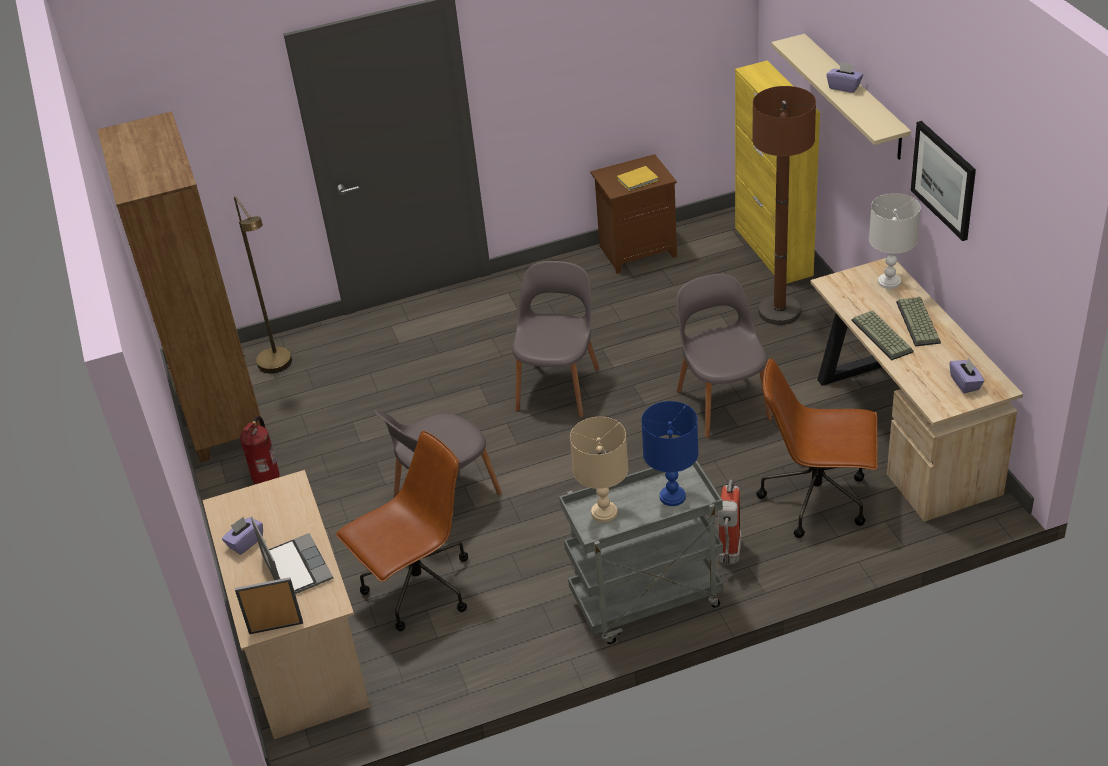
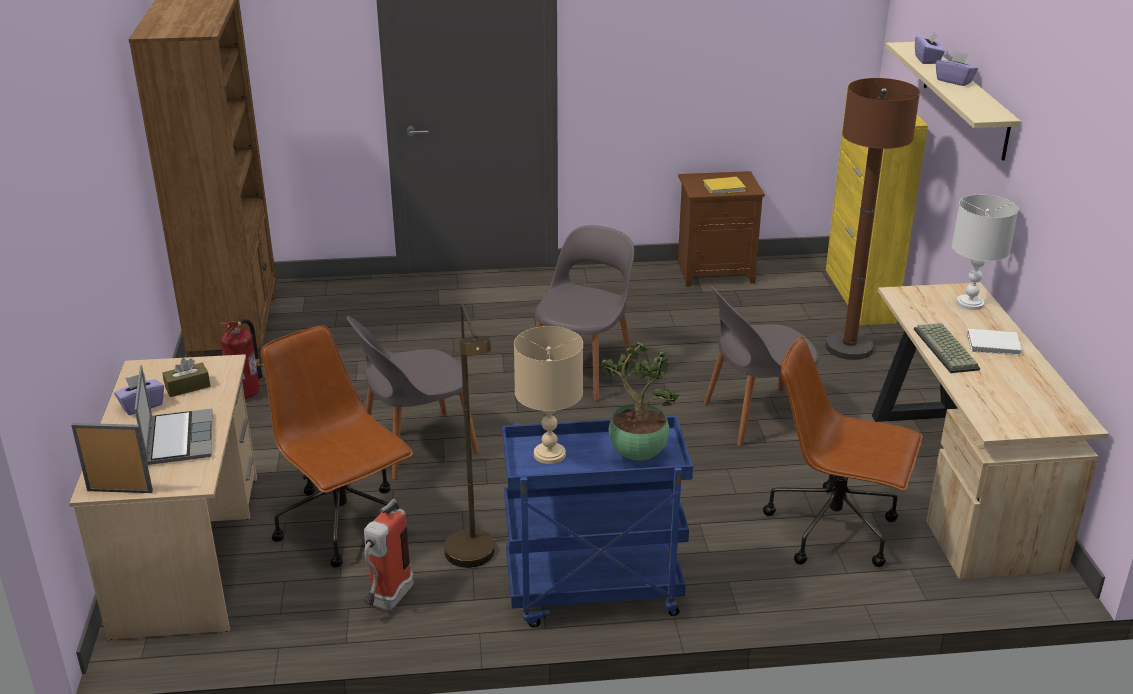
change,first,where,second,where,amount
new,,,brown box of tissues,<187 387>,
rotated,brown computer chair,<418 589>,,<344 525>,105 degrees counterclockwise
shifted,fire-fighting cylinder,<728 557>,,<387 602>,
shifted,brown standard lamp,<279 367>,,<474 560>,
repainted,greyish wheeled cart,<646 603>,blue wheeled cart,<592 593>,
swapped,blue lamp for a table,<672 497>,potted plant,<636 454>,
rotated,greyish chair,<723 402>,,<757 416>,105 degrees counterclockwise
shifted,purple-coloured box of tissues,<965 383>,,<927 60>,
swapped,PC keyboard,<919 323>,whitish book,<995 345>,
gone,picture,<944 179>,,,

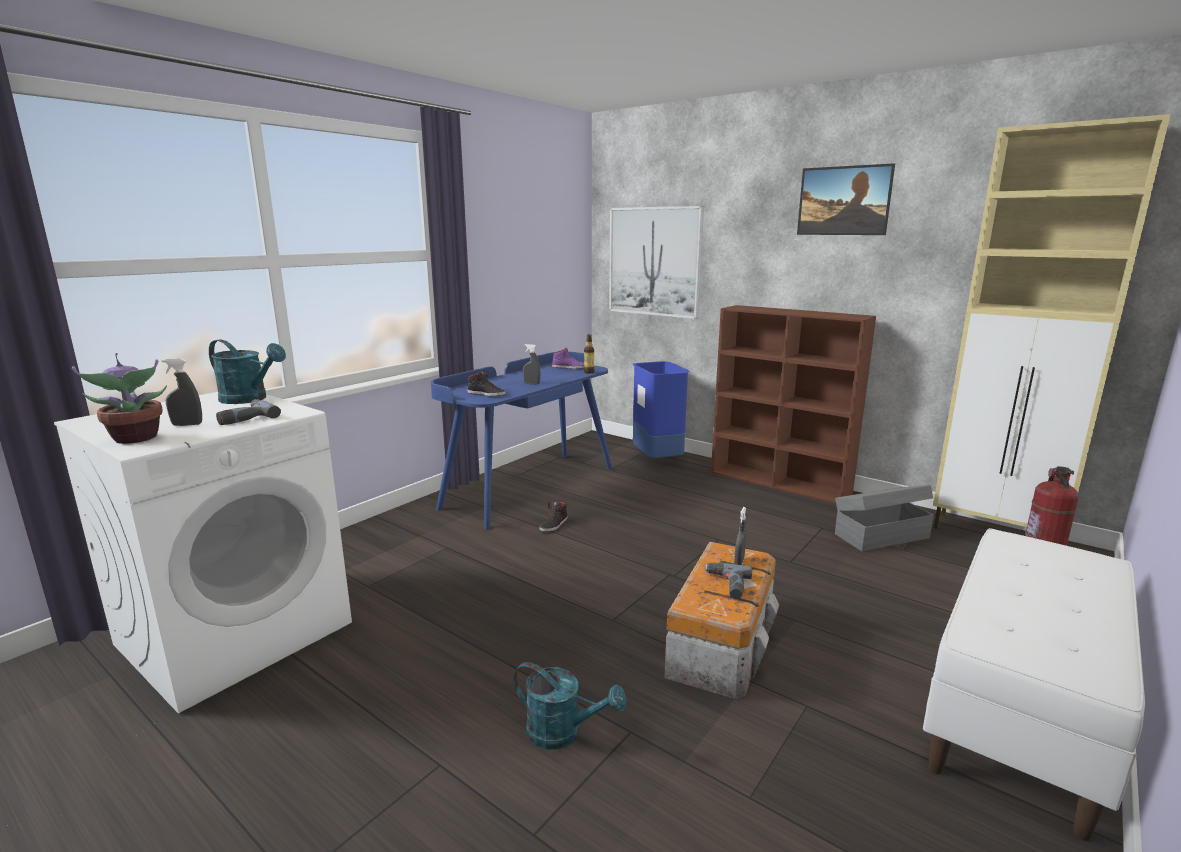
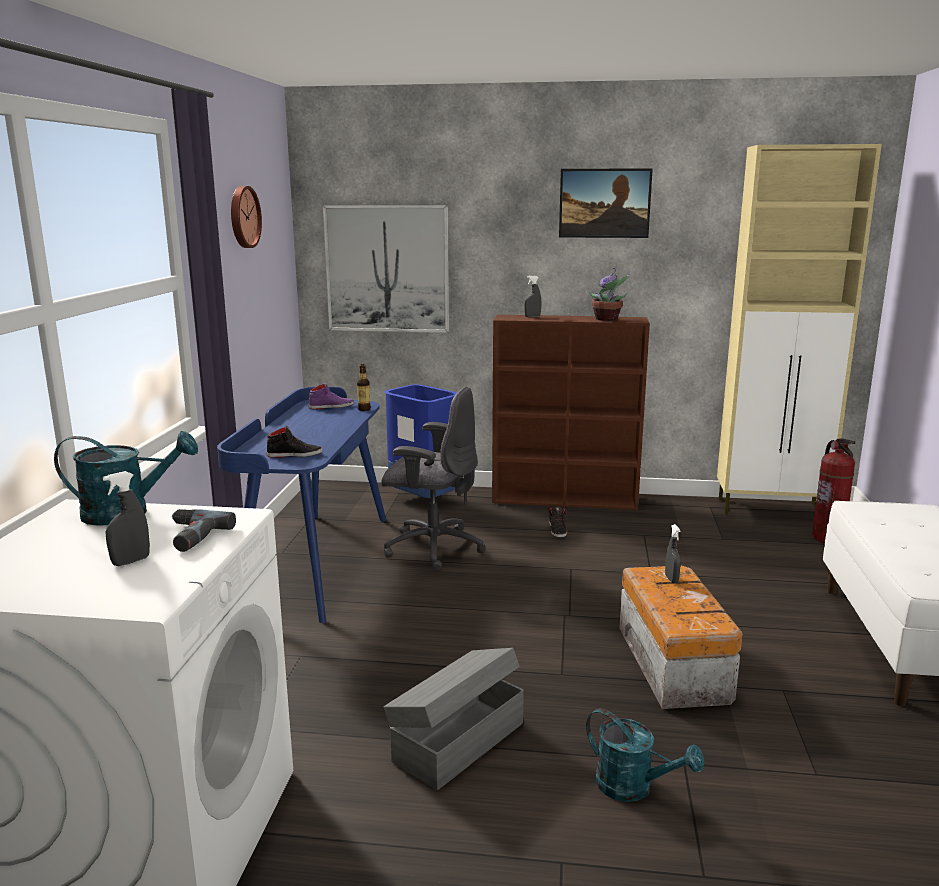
change,first,where,second,where,amount
new,,,wall clock,<243 217>,
new,,,greyish computer chair,<432 548>,
shifted,greyish storage bin,<880 536>,,<456 742>,
shifted,greyish spray bottle,<531 383>,,<532 317>,
shifted,blackish item of footwear,<554 525>,,<557 530>,
rotated,blue-green watering pot,<563 733>,,<634 787>,45 degrees clockwise
shifted,potted plant,<135 439>,,<607 319>,
gone,power drill,<726 585>,,,

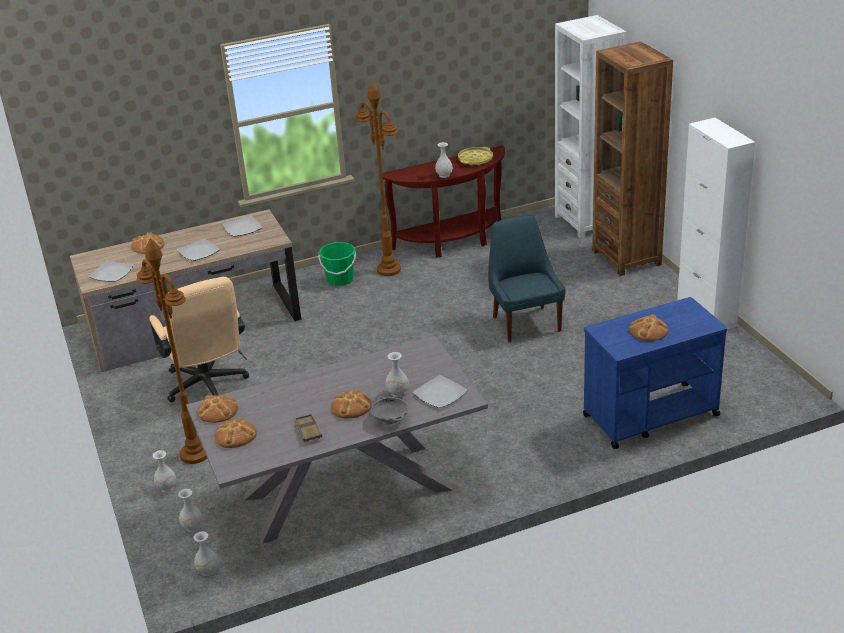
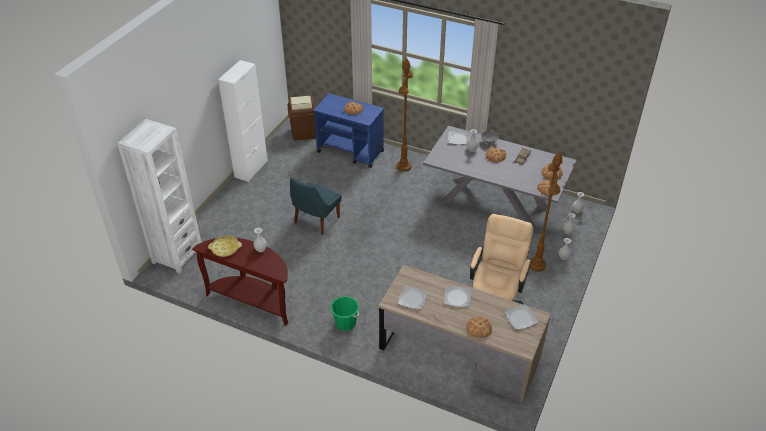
change,first,where,second,where,amount
new,,,brown waste bin,<304 133>,
shifted,brown standard lamp,<388 270>,,<404 166>,
gone,brown bookcase,<626 258>,,,

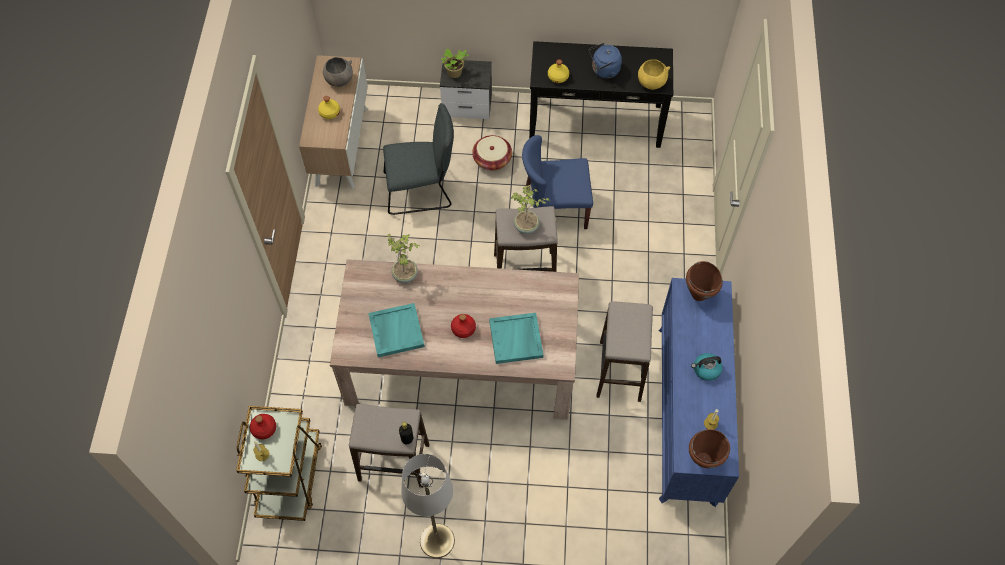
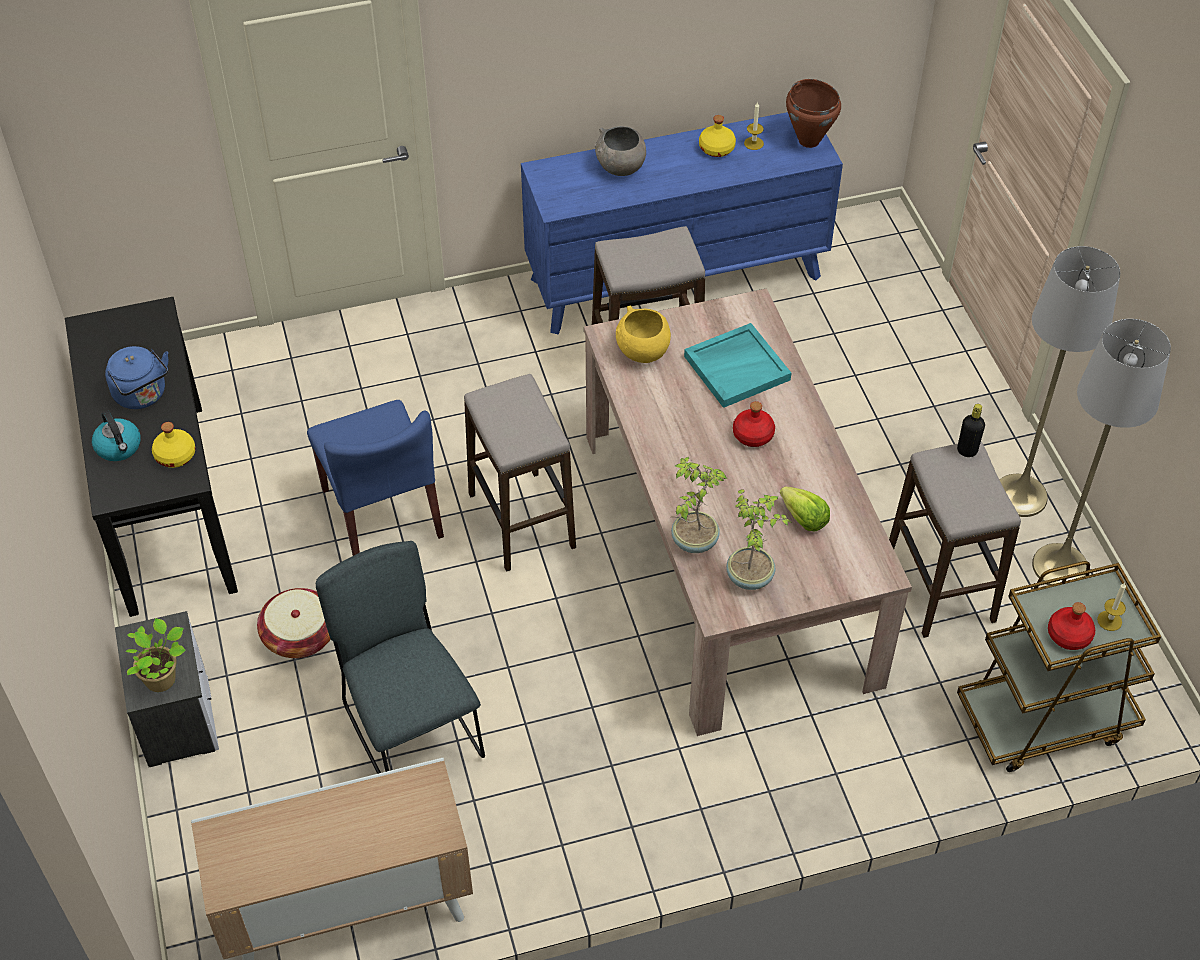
change,first,where,second,where,amount
shifted,water kettle,<706 370>,,<119 447>,
shifted,greyish bowl,<339 80>,,<620 168>,
shifted,yellow-coloured bowl,<651 83>,,<642 352>,
shifted,yellow-coloured drink bottle,<329 112>,,<716 148>,
shifted,potted plant,<526 227>,,<750 576>,
swapped,blue-green tray,<396 331>,lettuce,<803 519>,
new,,,greyish standard lamp,<1060 566>,
gone,brown cooking pot,<699 294>,,,

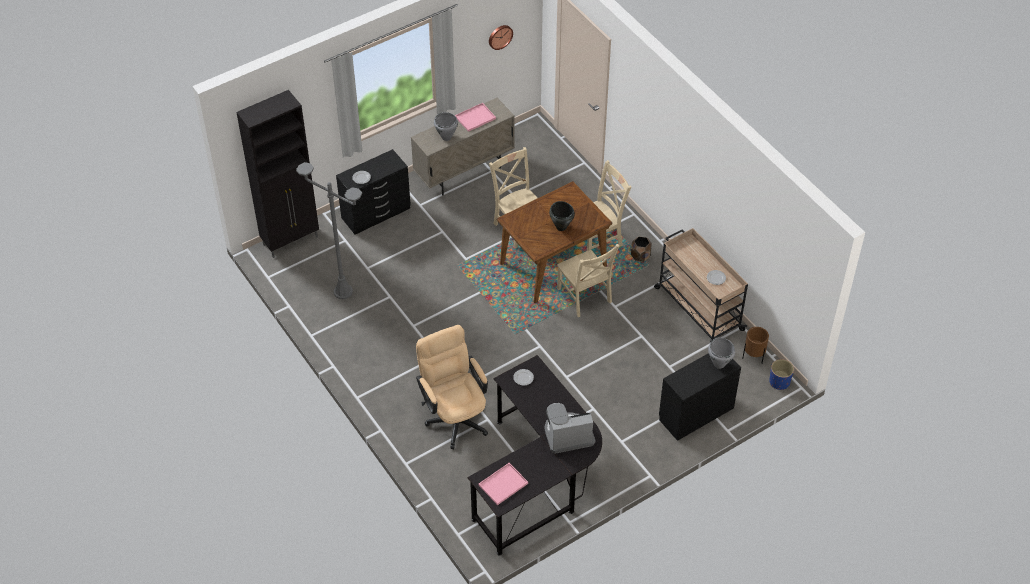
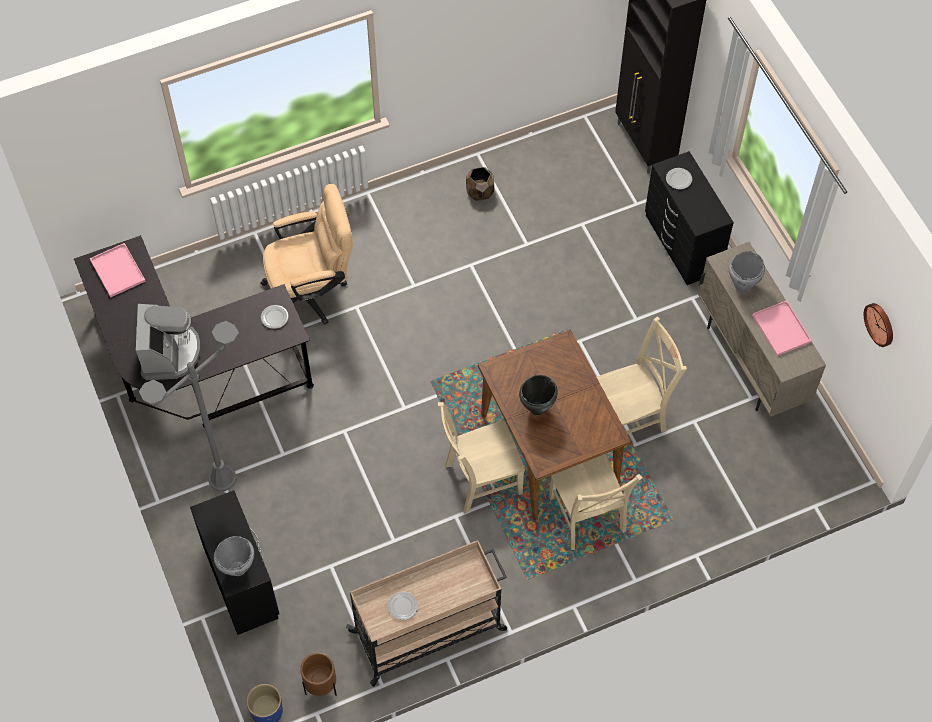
change,first,where,second,where,amount
shifted,greyish standard lamp,<343 291>,,<222 478>,
shifted,brown flower pot,<640 256>,,<479 192>,

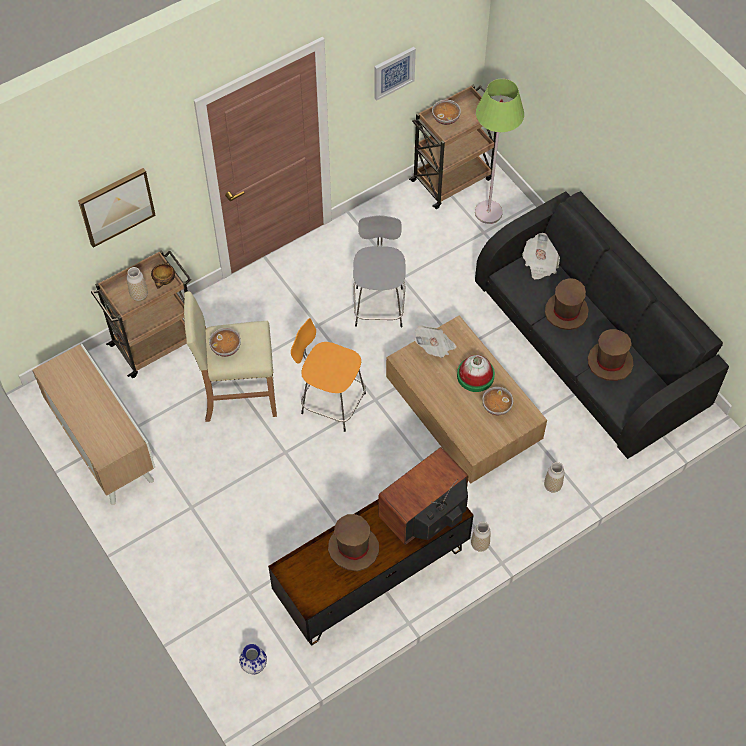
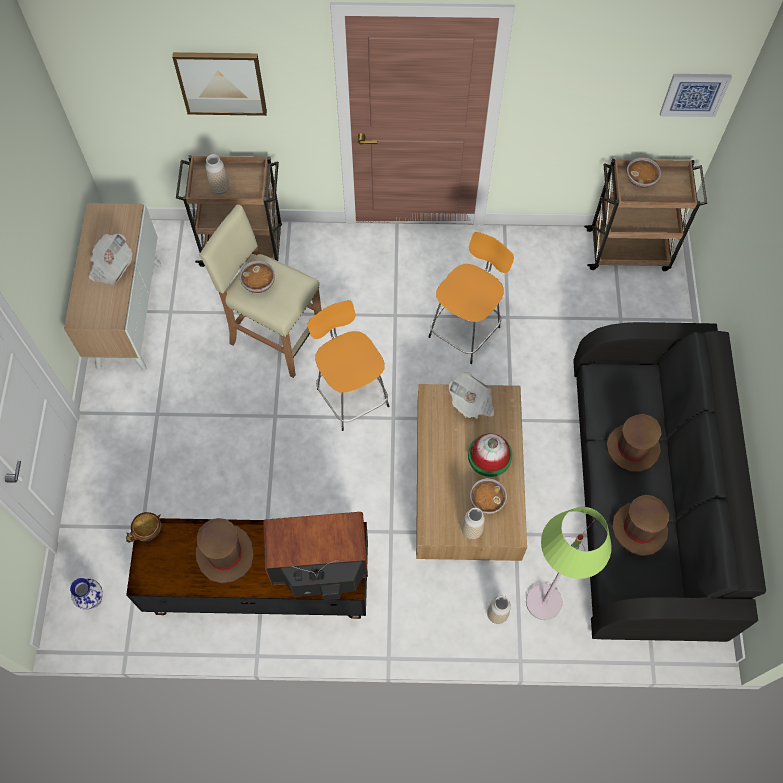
change,first,where,second,where,amount
shifted,newspaper,<540 263>,,<111 267>,
shifted,bowl,<164 282>,,<148 532>,
repainted,greyish stool seat,<379 305>,orangey stool seat,<466 330>,
shifted,flower vase,<480 544>,,<471 530>,
shifted,green standard lamp,<488 212>,,<544 602>,
shifted,picture,<393 72>,,<694 94>,

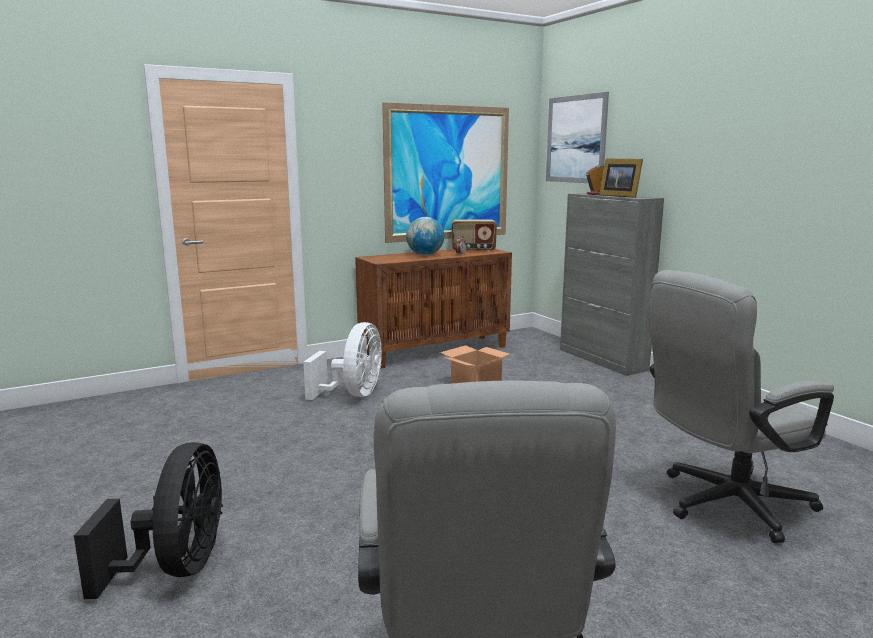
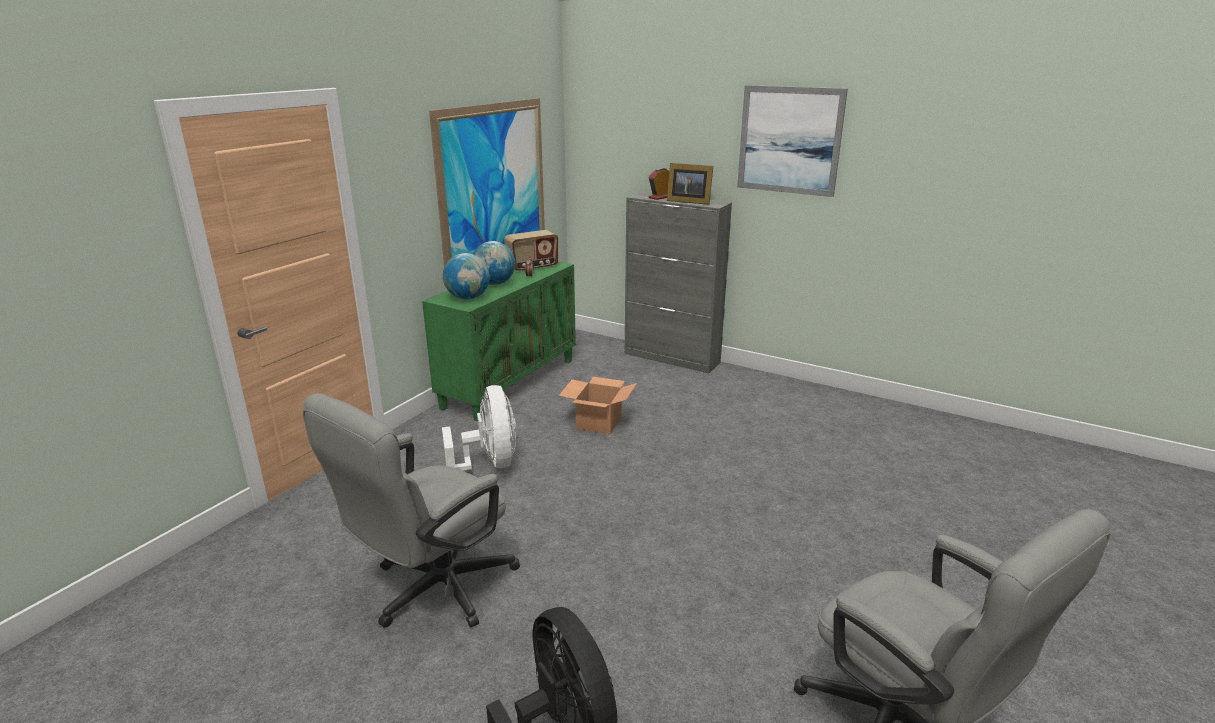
change,first,where,second,where,amount
shifted,greyish computer chair,<723 505>,,<432 591>,
repainted,brown cupboard,<435 351>,green cupboard,<510 383>,
new,,,globe,<468 298>,
shifted,picture,<576 139>,,<789 140>,

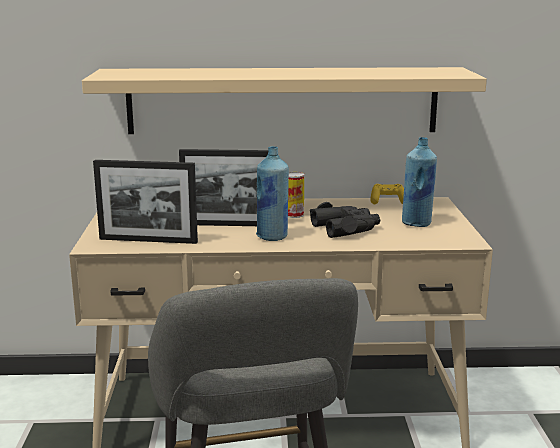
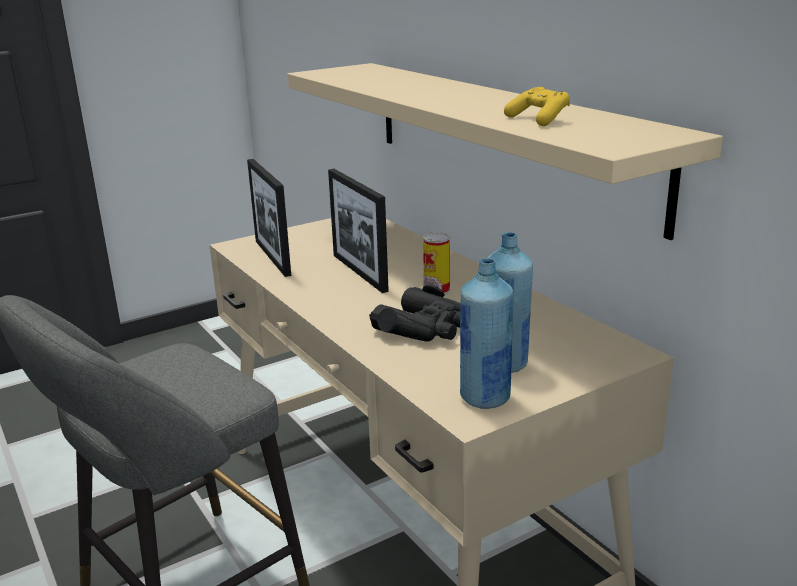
change,first,where,second,where,amount
shifted,blue drink bottle,<272 237>,,<485 398>,
shifted,yellow-coloured gamepad,<388 201>,,<538 119>,

